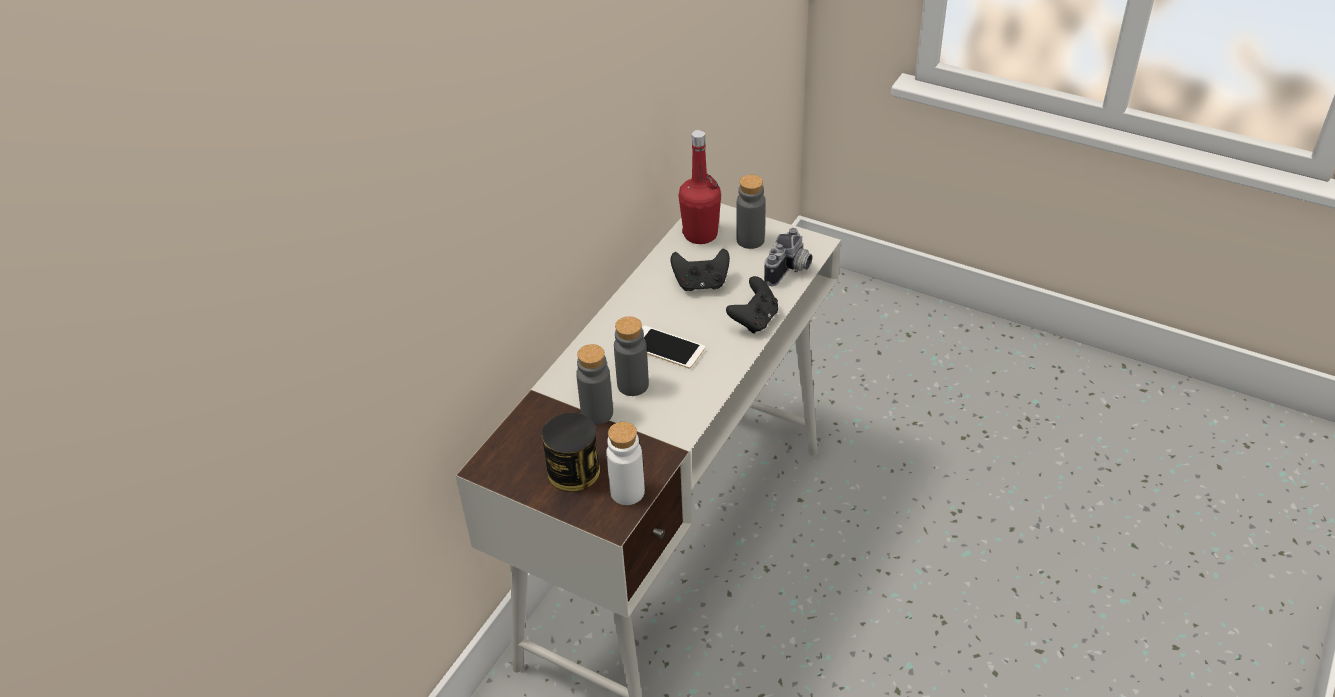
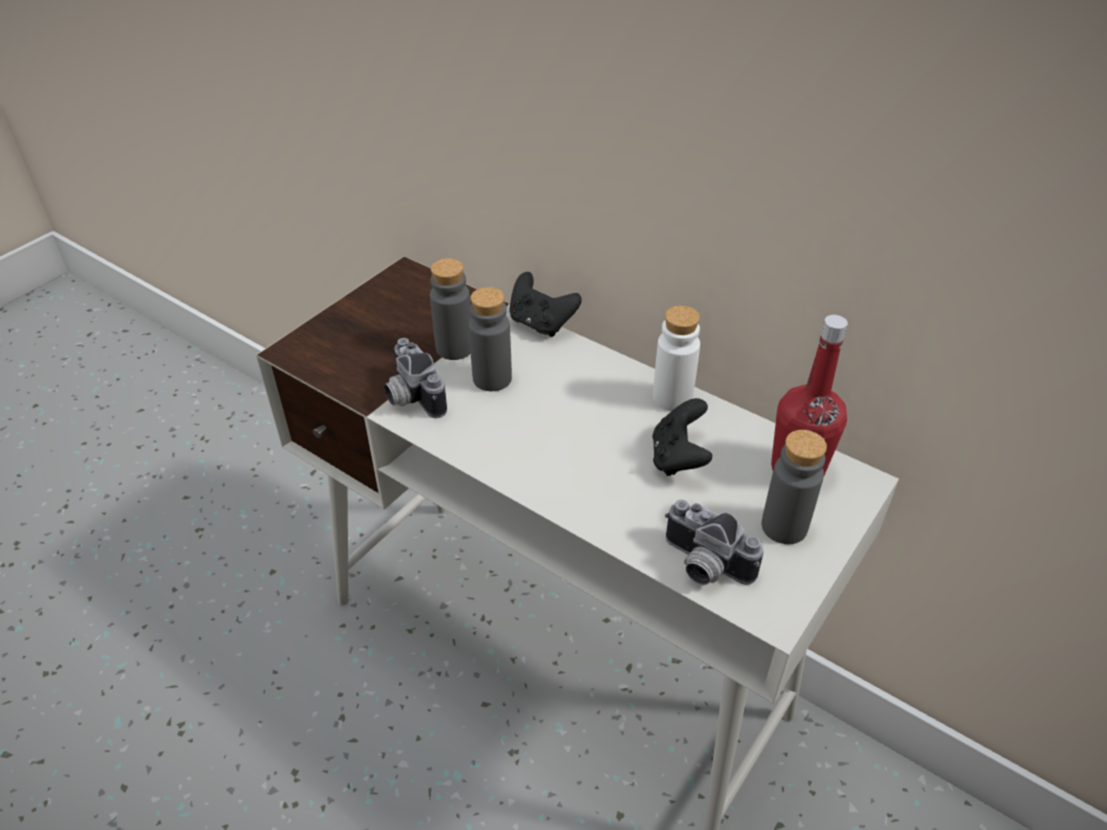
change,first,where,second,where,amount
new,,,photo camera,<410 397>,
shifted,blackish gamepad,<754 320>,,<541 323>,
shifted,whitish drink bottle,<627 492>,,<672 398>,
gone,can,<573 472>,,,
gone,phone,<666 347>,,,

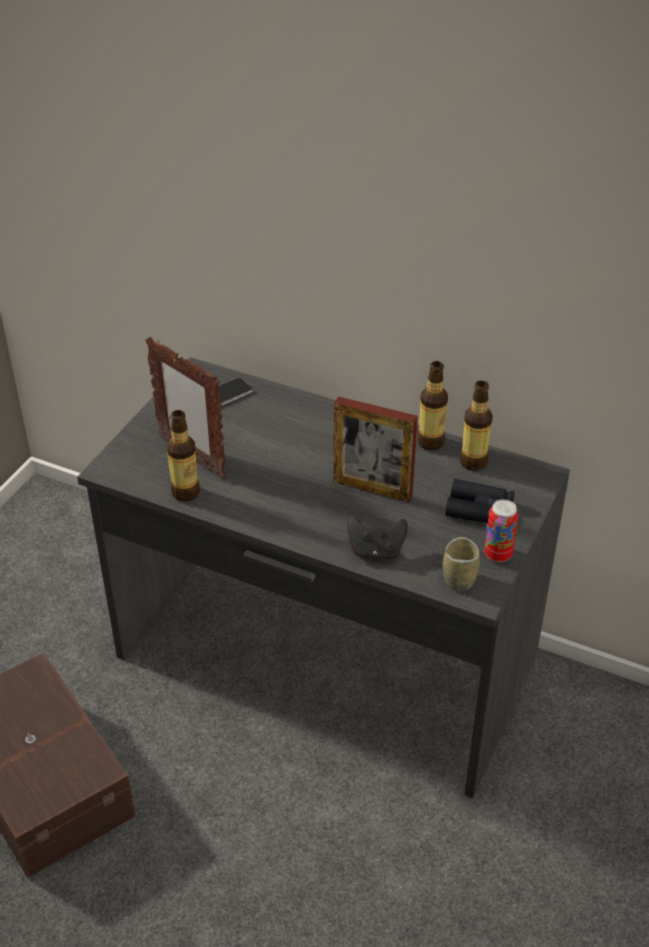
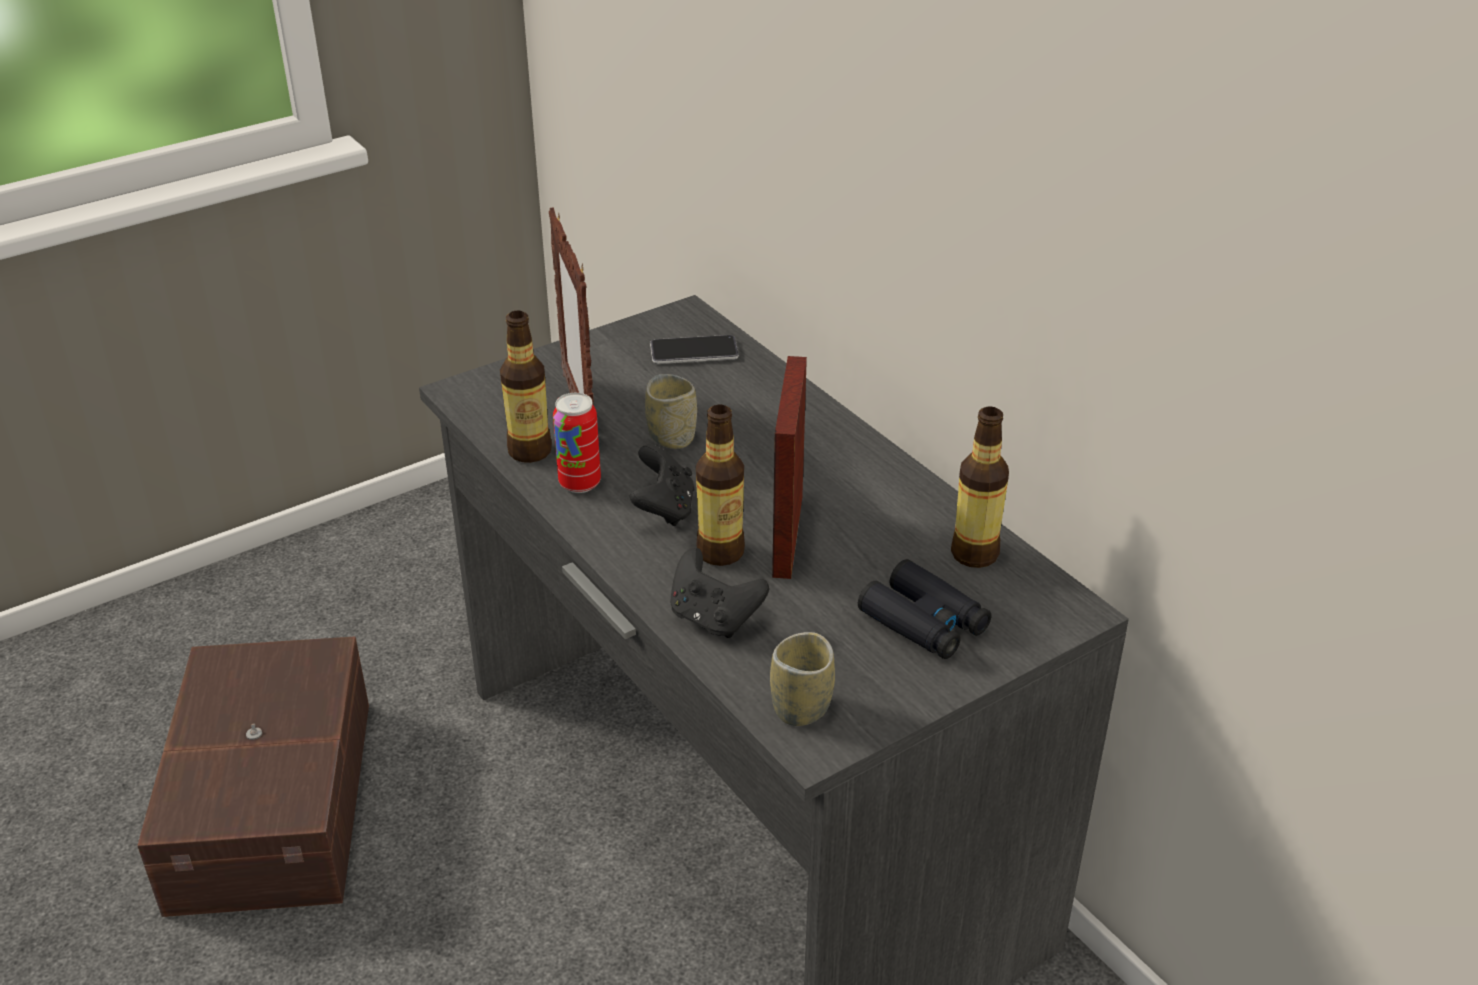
change,first,where,second,where,amount
shifted,can,<498 554>,,<580 483>,
new,,,blackish gamepad,<664 509>,
new,,,small cup,<672 437>,
shifted,drink bottle,<430 442>,,<720 552>,
rotated,picture frame,<372 488>,,<787 535>,45 degrees clockwise

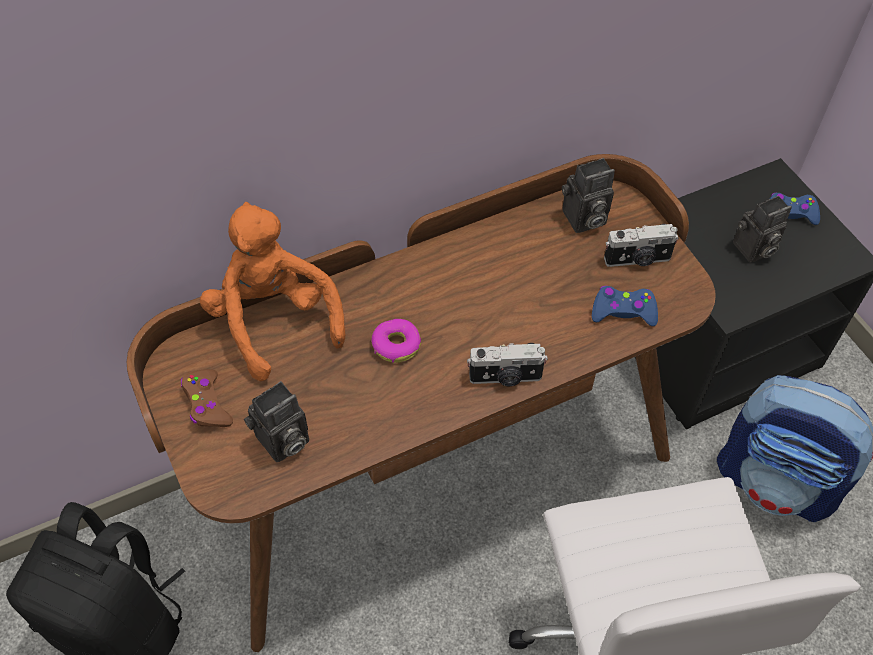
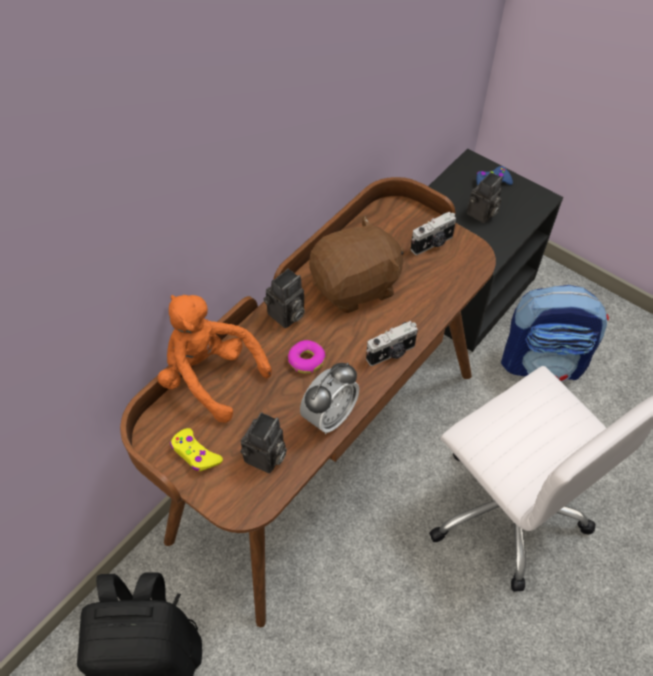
change,first,where,second,where,amount
repainted,brown gamepad,<207 404>,yellow-coloured gamepad,<195 454>,
shifted,photo camera,<583 220>,,<286 316>,
new,,,alarm clock,<329 416>,
new,,,brown soft toy,<356 286>,
gone,blue gamepad,<623 311>,,,

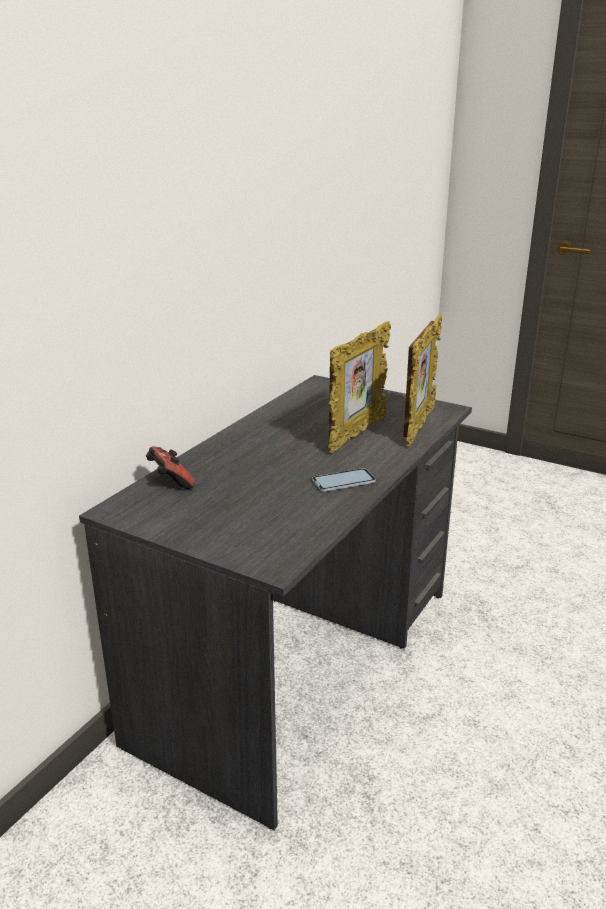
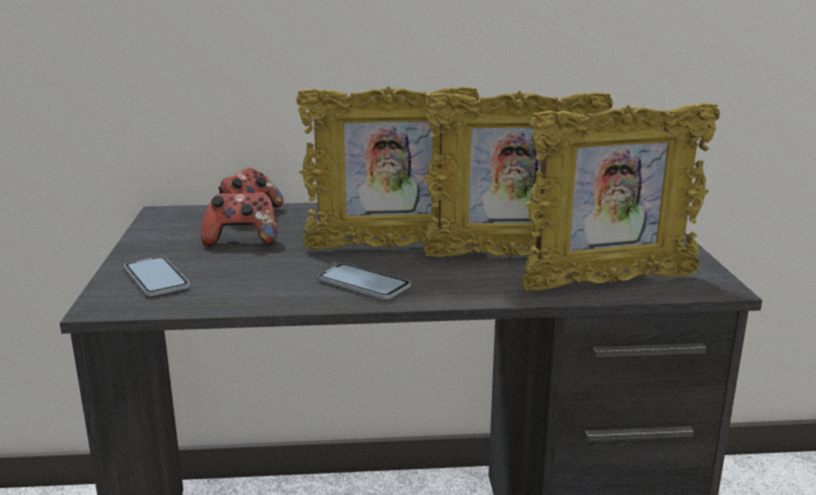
change,first,where,second,where,amount
new,,,phone,<156 278>,
new,,,gamepad,<242 240>,
new,,,picture frame,<389 247>,

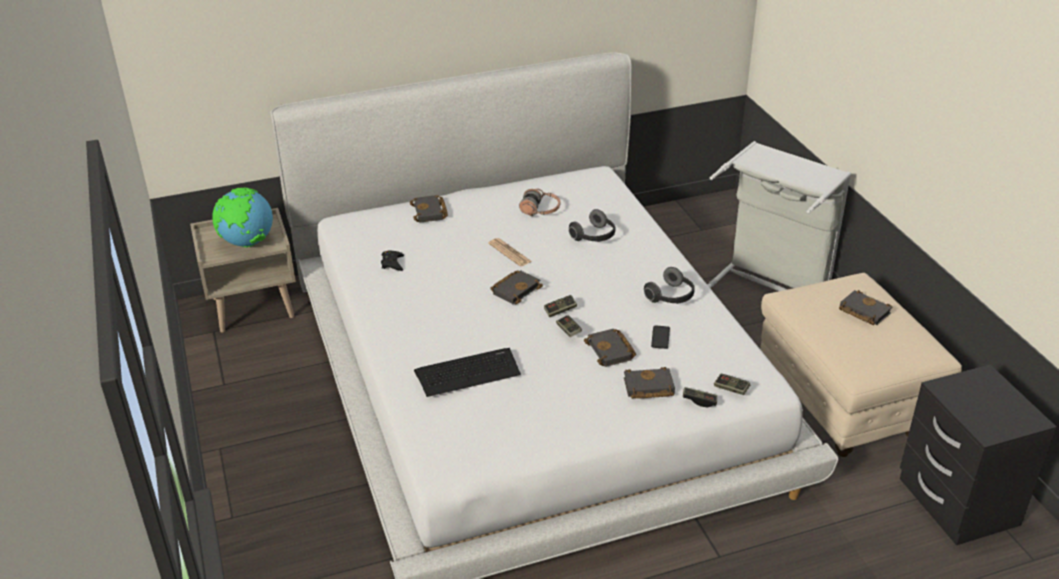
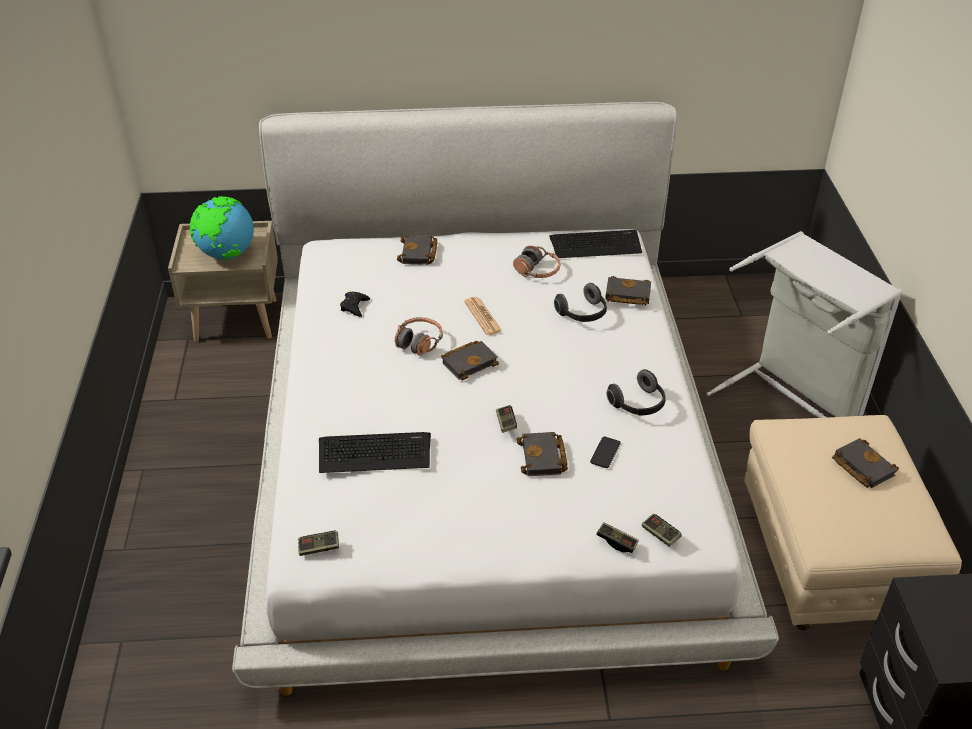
change,first,where,second,where,amount
shifted,gamepad,<560 310>,,<319 548>,
new,,,pair of headphones,<419 342>,
new,,,PC keyboard,<596 245>,
shifted,blackish book,<647 388>,,<626 295>,

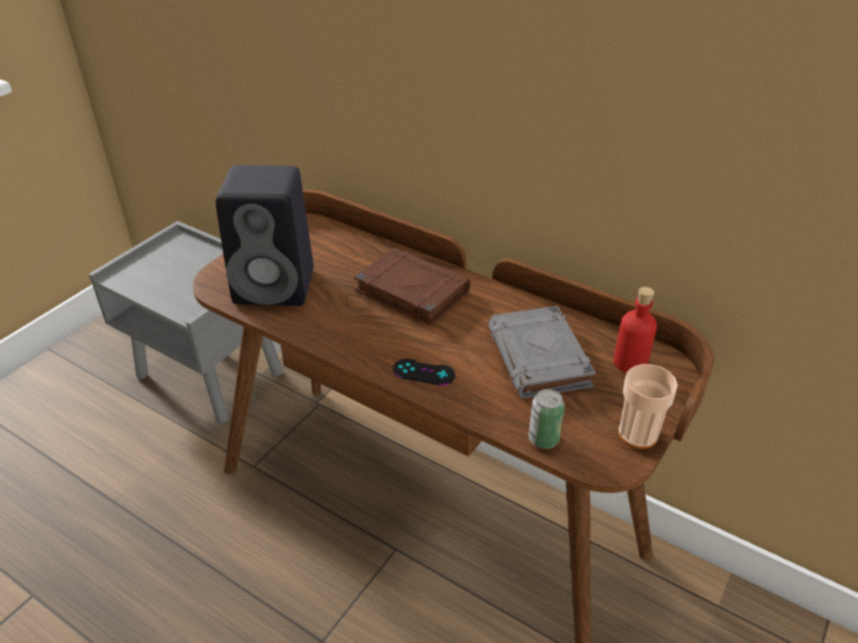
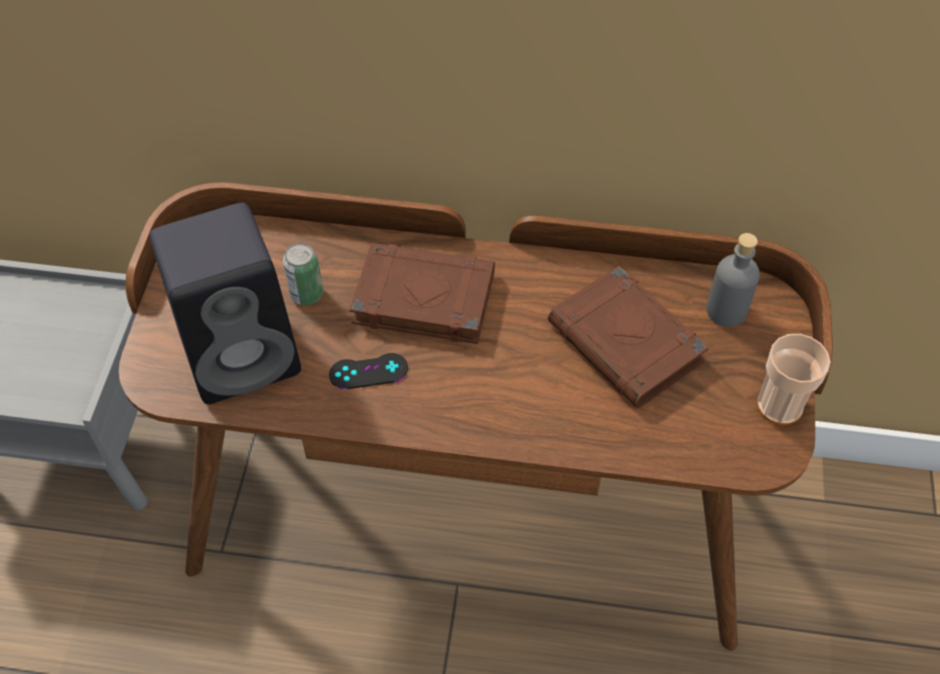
change,first,where,second,where,amount
shifted,can,<543 439>,,<306 294>,
shifted,blackish gamepad,<423 372>,,<368 371>,
repainted,greyish book,<539 358>,brown book,<627 343>,
repainted,red-coloured drink bottle,<630 362>,greyish drink bottle,<726 310>,

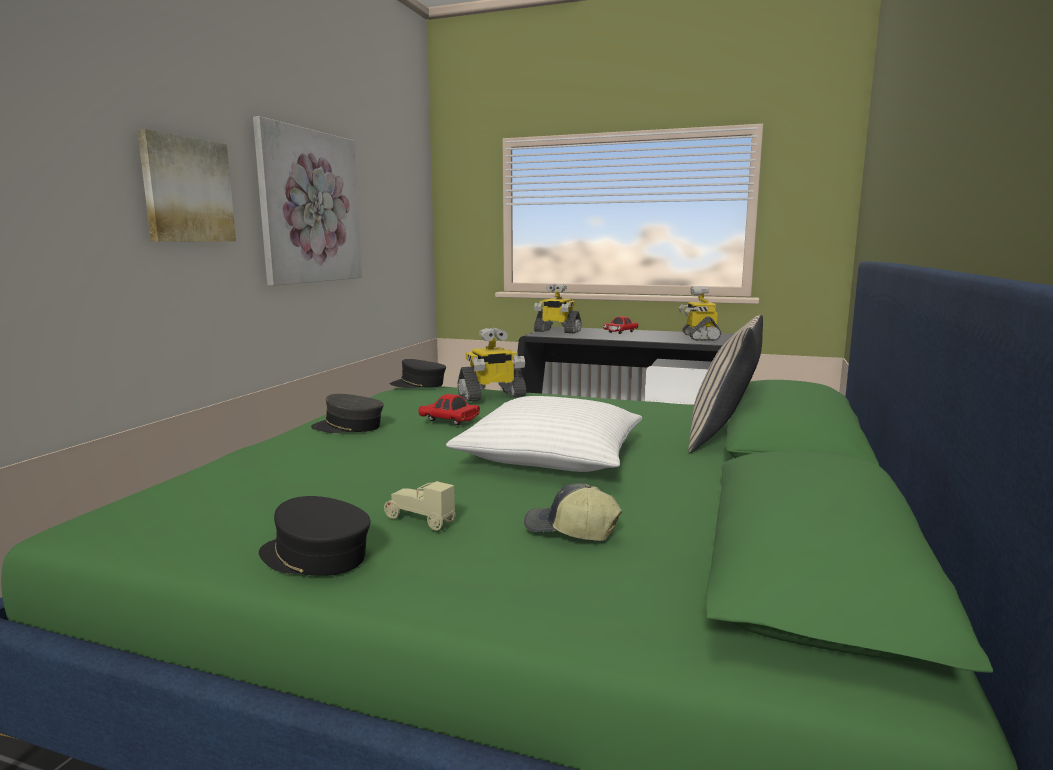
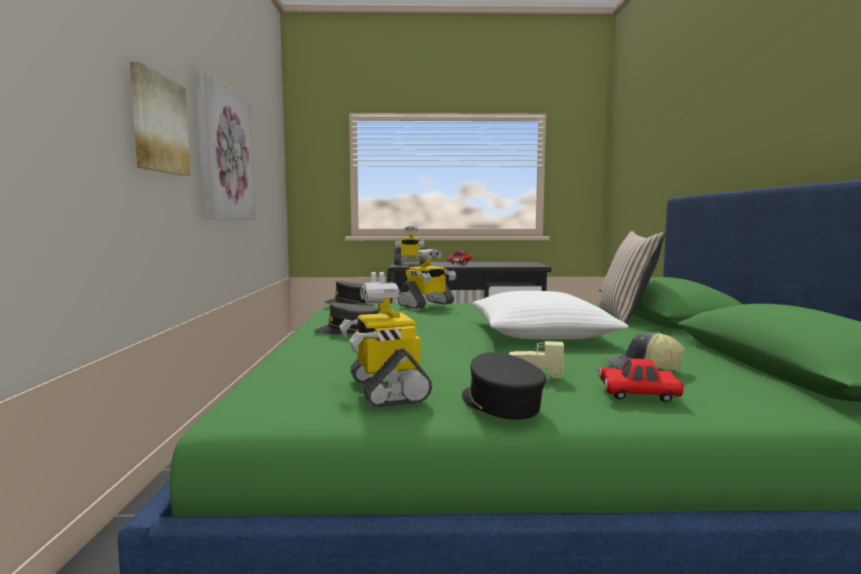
change,first,where,second,where,amount
shifted,robot figure,<699 337>,,<386 389>,
rotated,blackish cap,<315 557>,,<500 404>,60 degrees clockwise
shifted,red-coloured model car,<450 420>,,<638 396>,

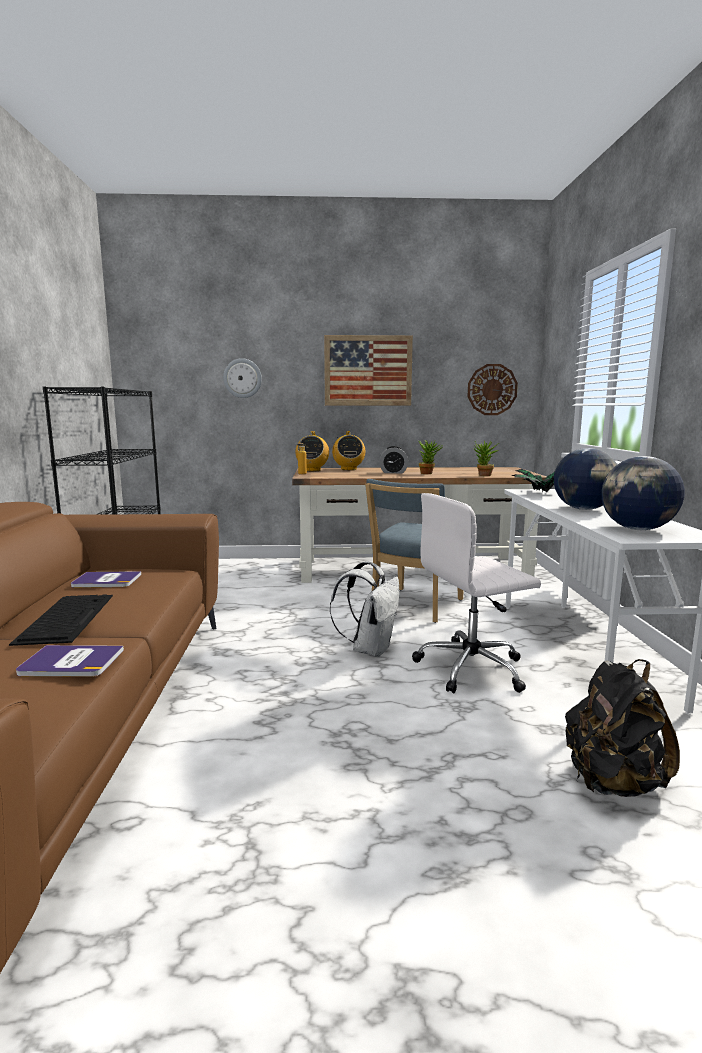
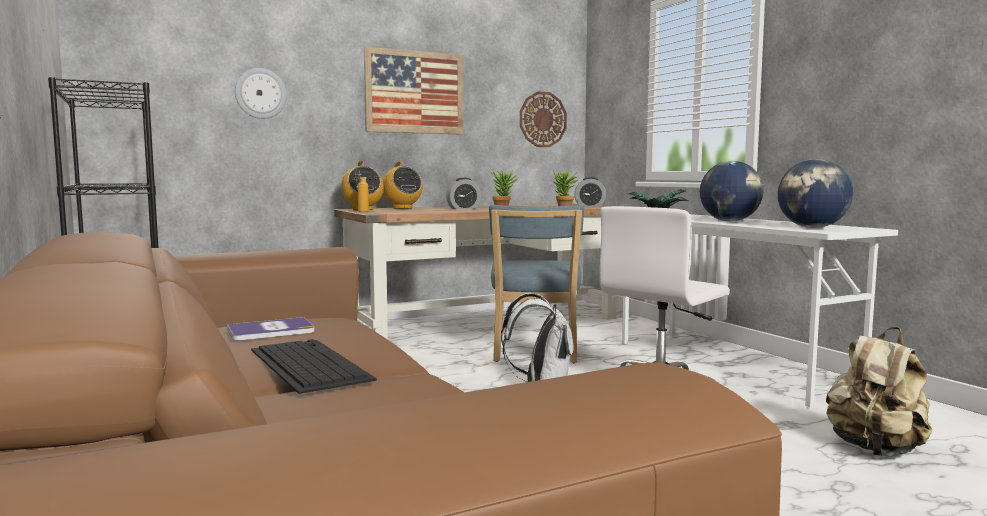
change,first,where,second,where,amount
new,,,alarm clock,<589 206>,
repainted,blackish knapsack,<612 782>,sand-coloured knapsack,<876 450>,
gone,book,<71 662>,,,

